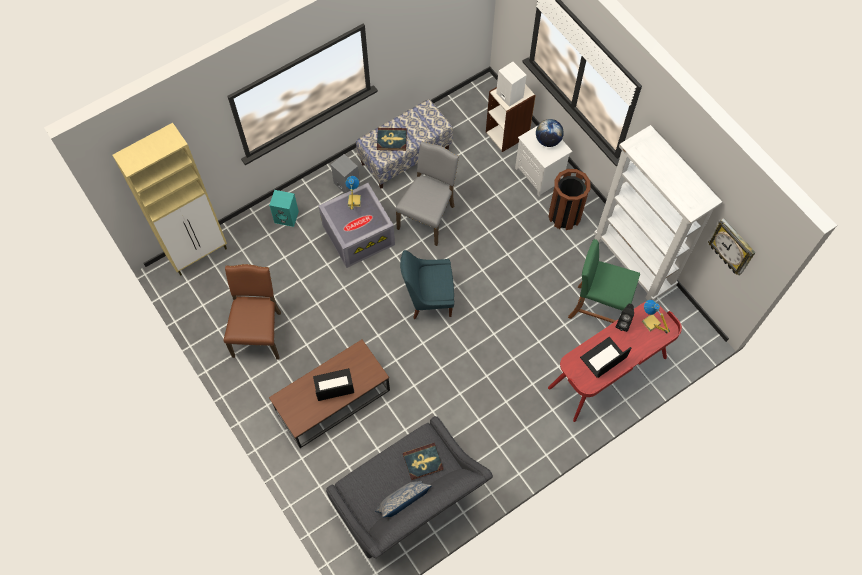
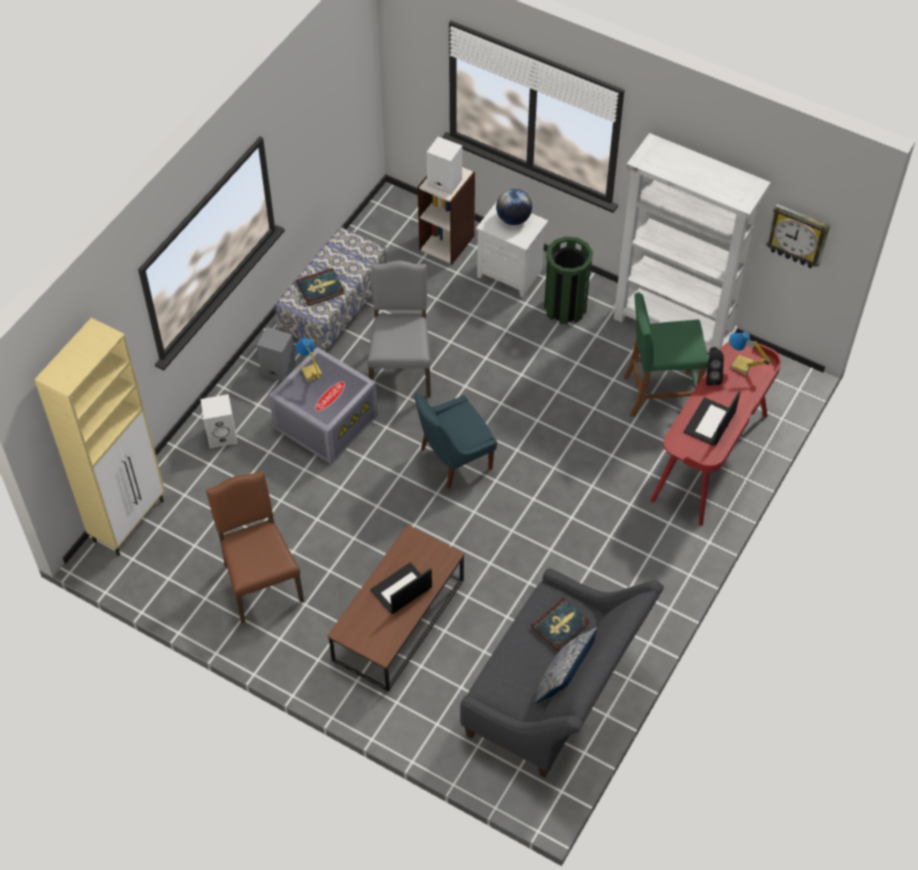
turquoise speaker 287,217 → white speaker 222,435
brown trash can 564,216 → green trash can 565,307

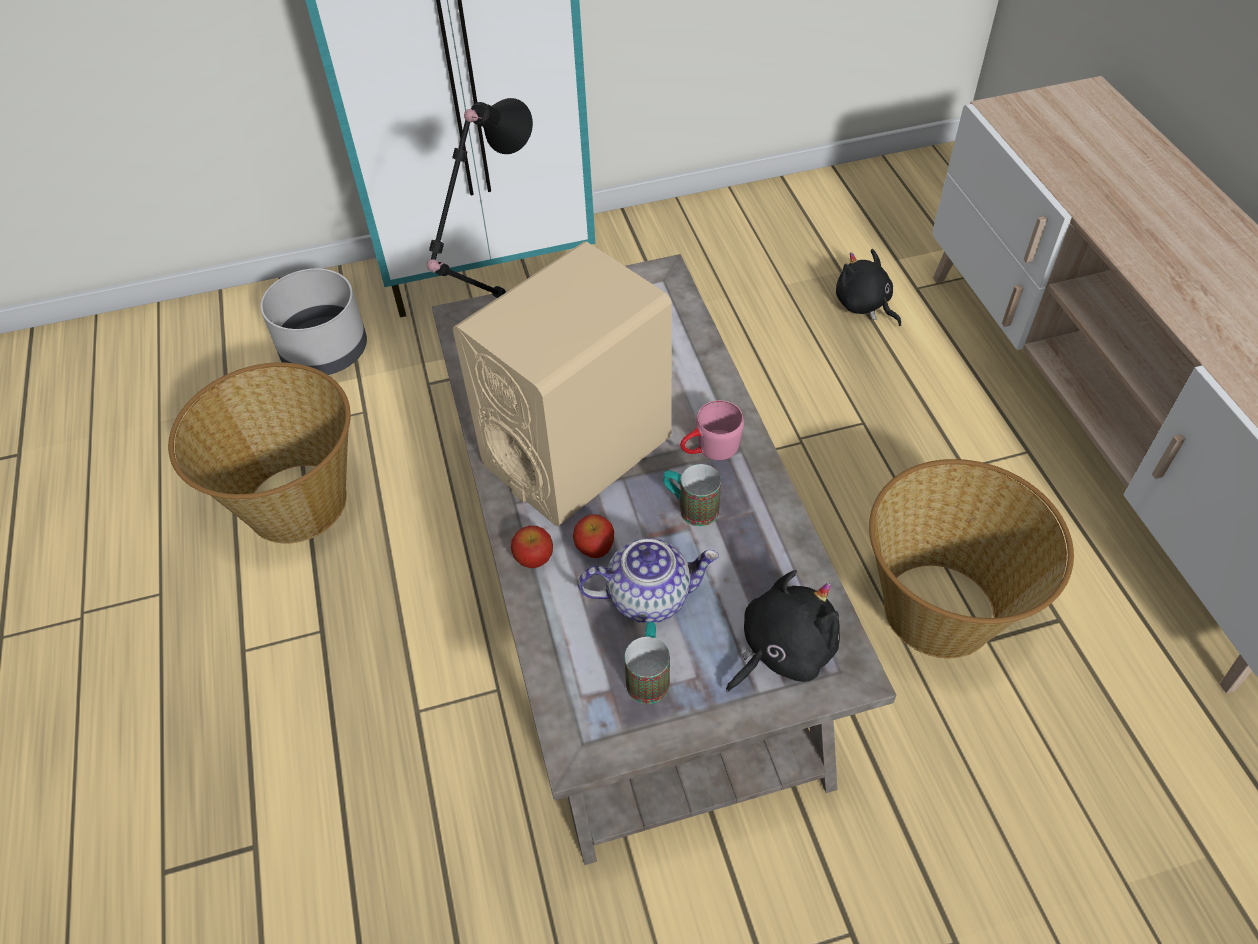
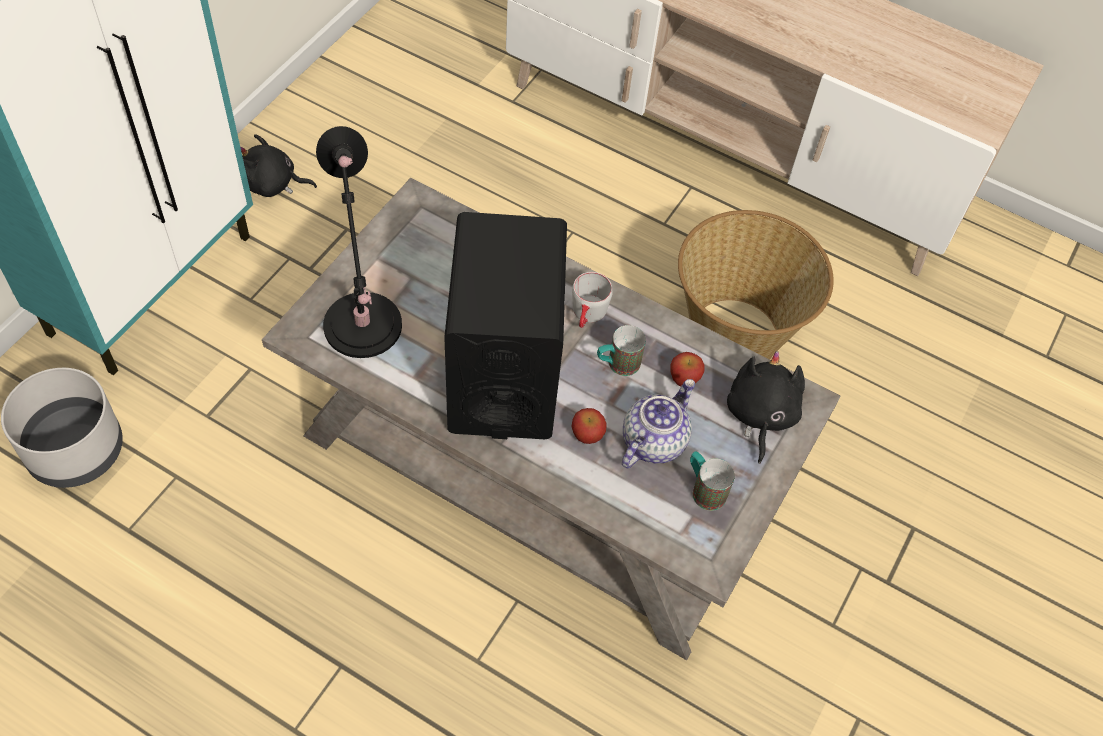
basket 295,502 → -
apple 534,559 → apple 684,378, shifted
black plush toy 864,305 → black plush toy 273,184, shifted
beige speaker 578,451 → black speaker 503,377
pink mug 709,450 → grey mug 587,316

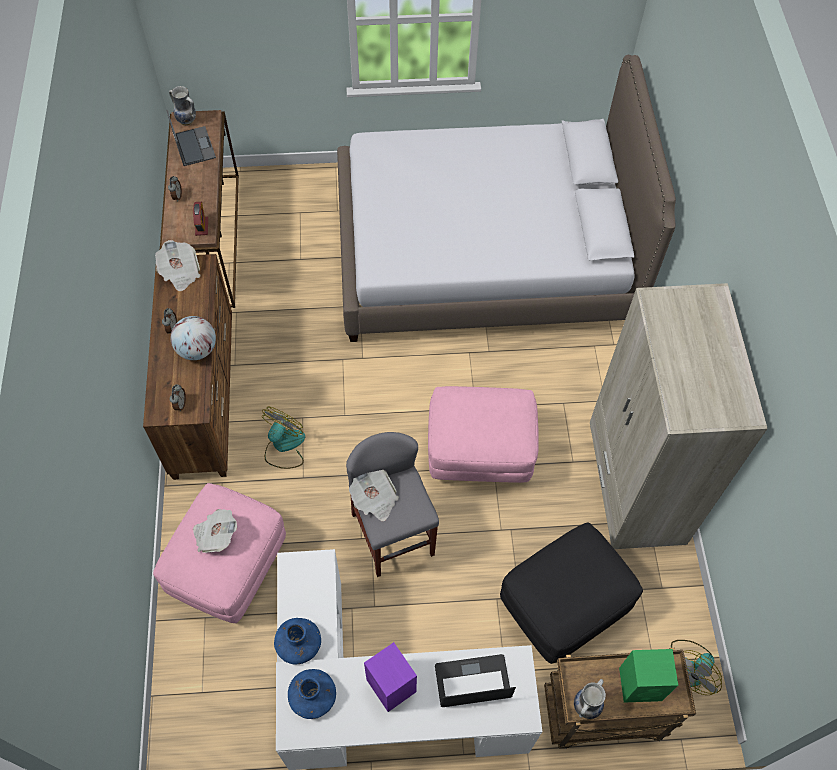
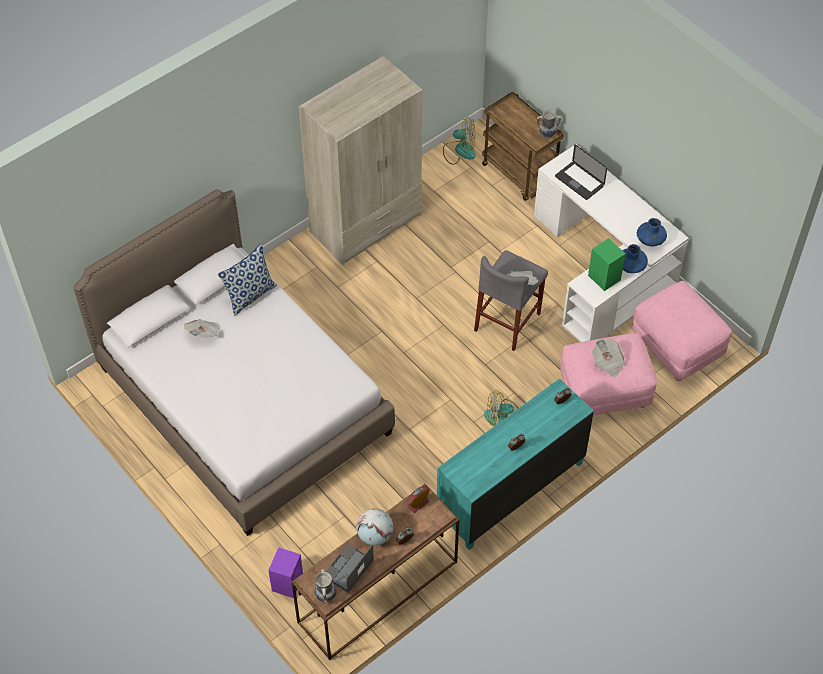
black ottoman 563,605 → -
- → pillow 250,295
newspaper 180,273 → newspaper 204,333, shifted
globe 197,350 → globe 375,535, shifted
purple speaker 392,687 → purple speaker 288,582, shifted
pink ottoman 479,451 → pink ottoman 677,347, shifted
green speaker 641,684 → green speaker 603,277, shifted
brown dresser 204,397 → turquoise dresser 510,491

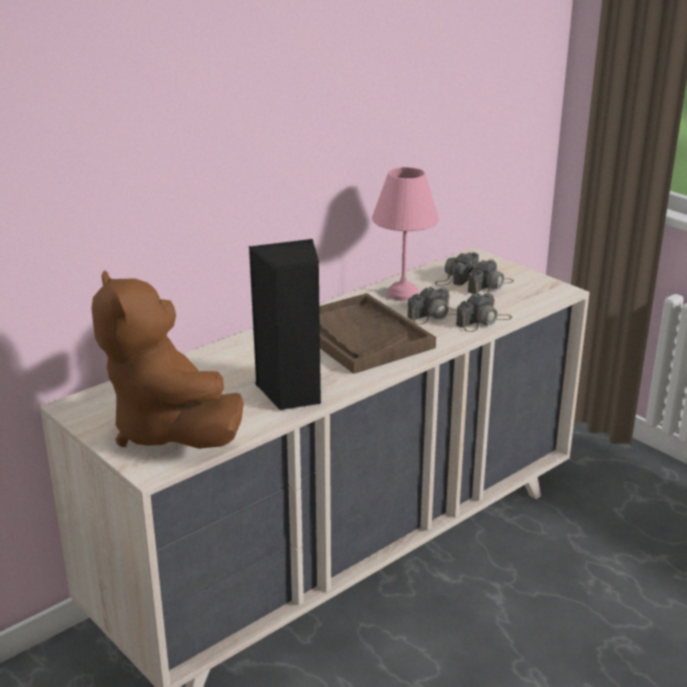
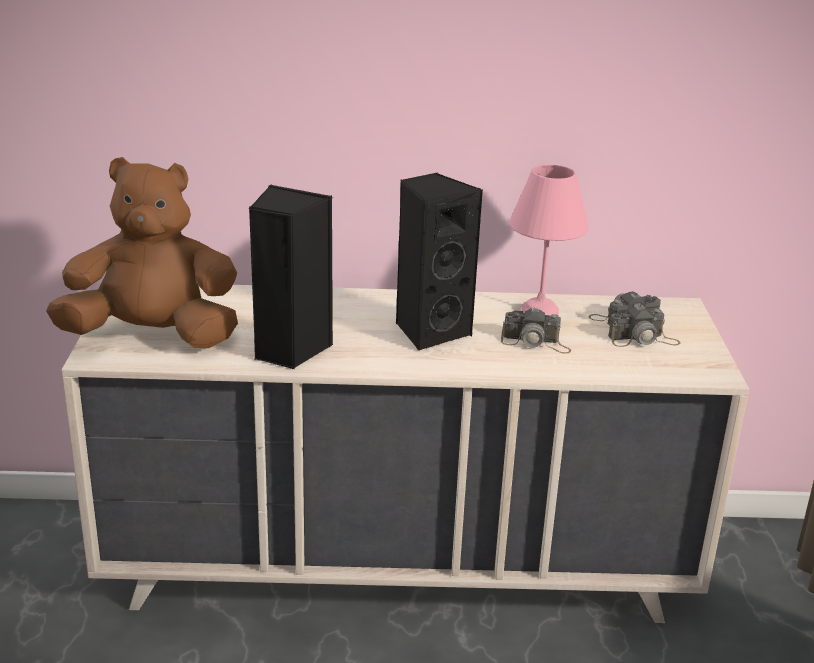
photo camera 483,321 → -
brown tray 360,336 → black speaker 430,331
brown plush toy 169,431 → brown plush toy 153,337, 75 degrees clockwise

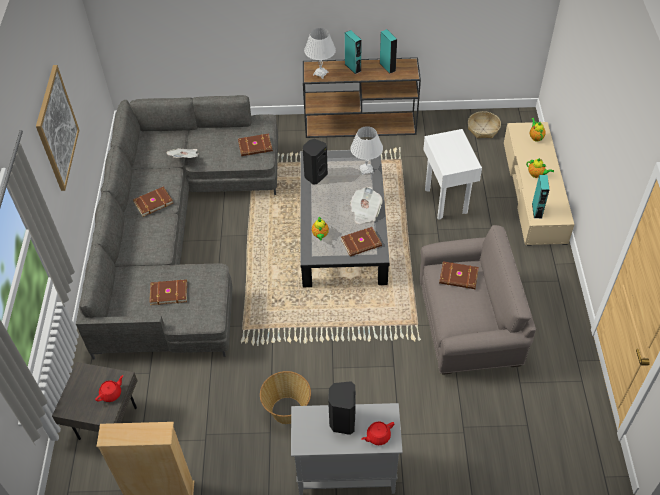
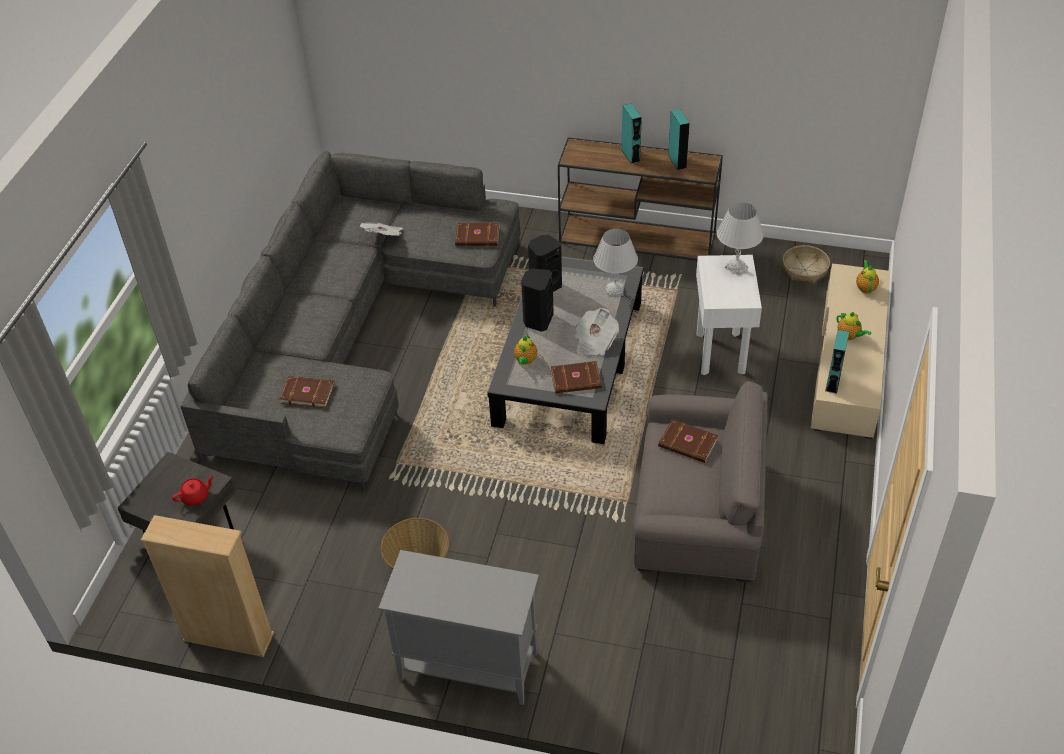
picture 57,128 → -
brown book 153,202 → -
red teapot 377,436 → -
white table lamp 321,73 → white table lamp 736,267, shifted
black speaker 342,421 → black speaker 537,320, shifted

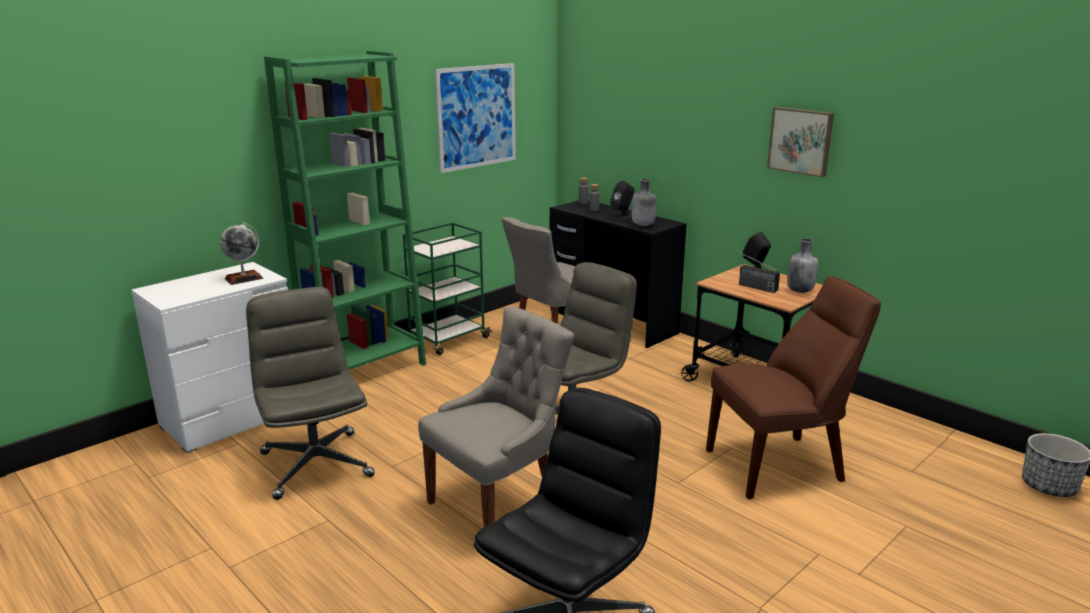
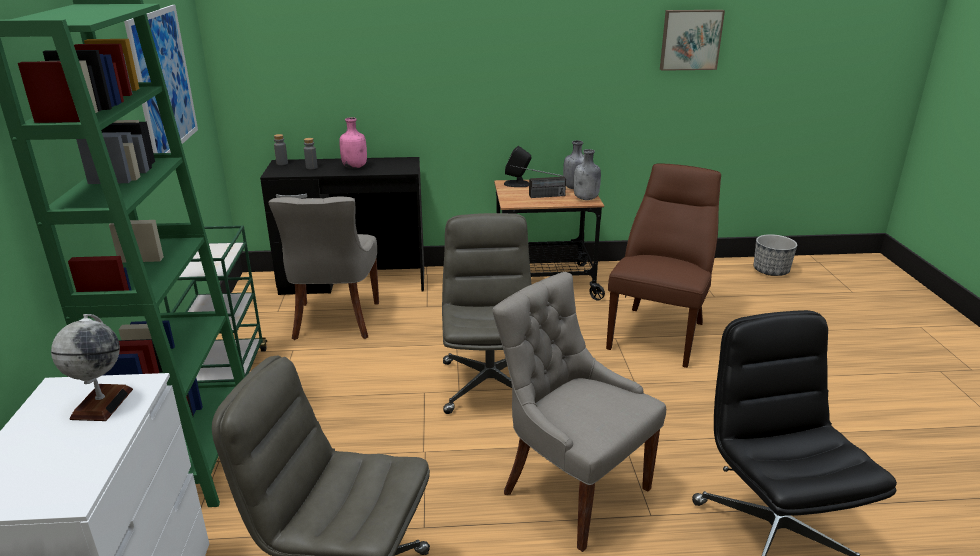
grey bottle 643,225 → grey bottle 586,198, shifted
picture 801,141 → picture 690,39, shifted
black speaker 622,217 → pink bottle 355,167
grey chair 498,506 → grey chair 572,490, 45 degrees counterclockwise

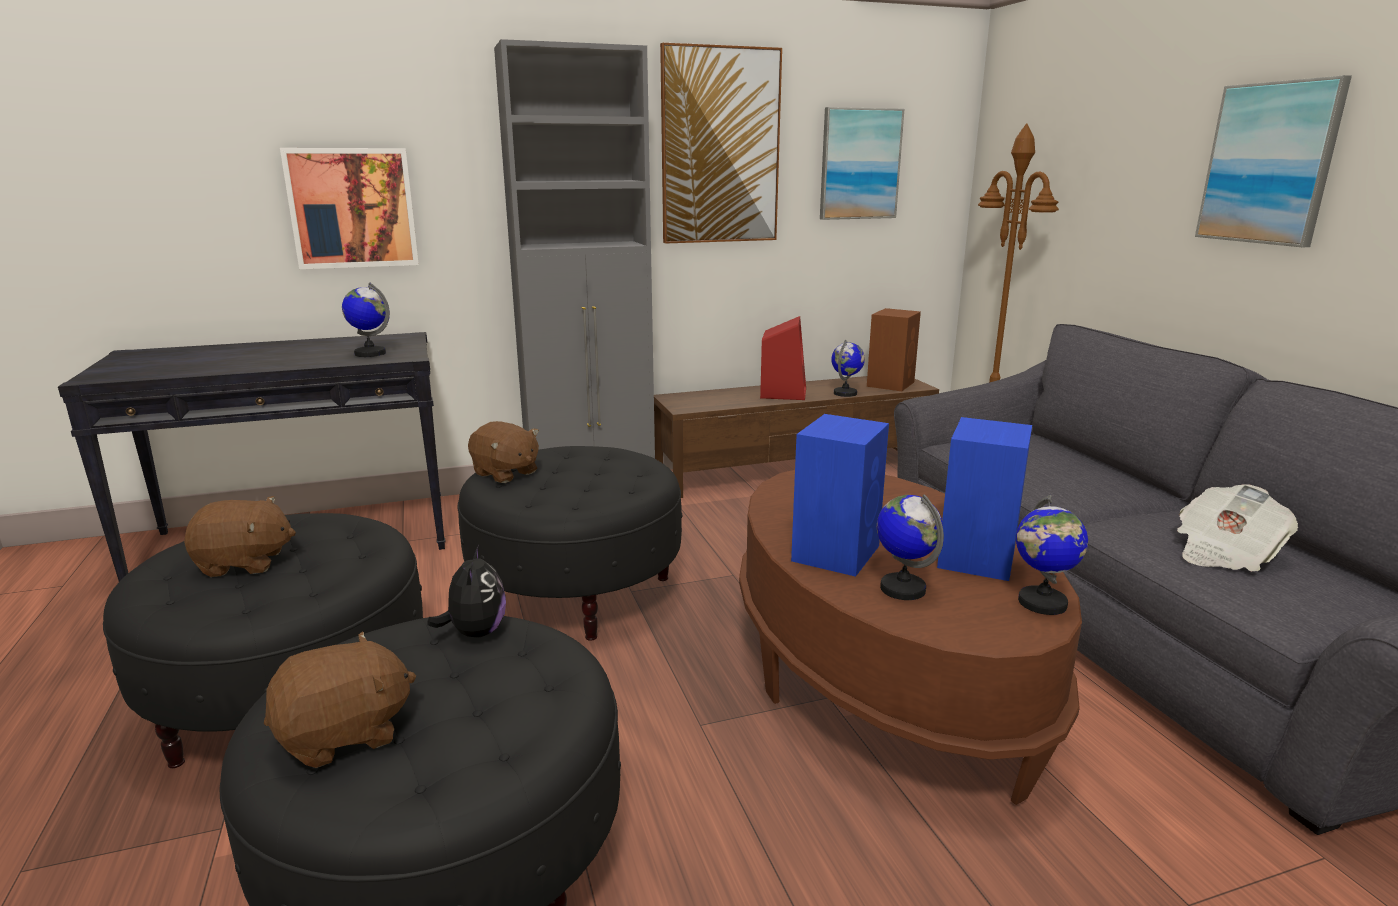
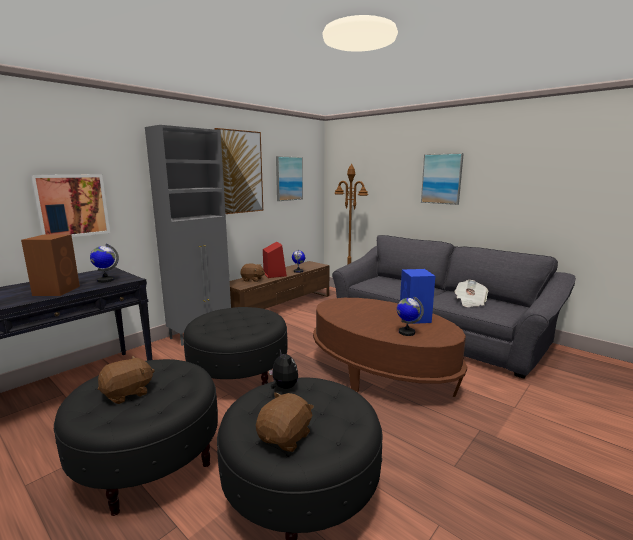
blue speaker 836,552 → -
globe 1042,603 → -
brown plush toy 505,473 → brown plush toy 252,280, shifted
brown speaker 891,384 → brown speaker 57,290, shifted

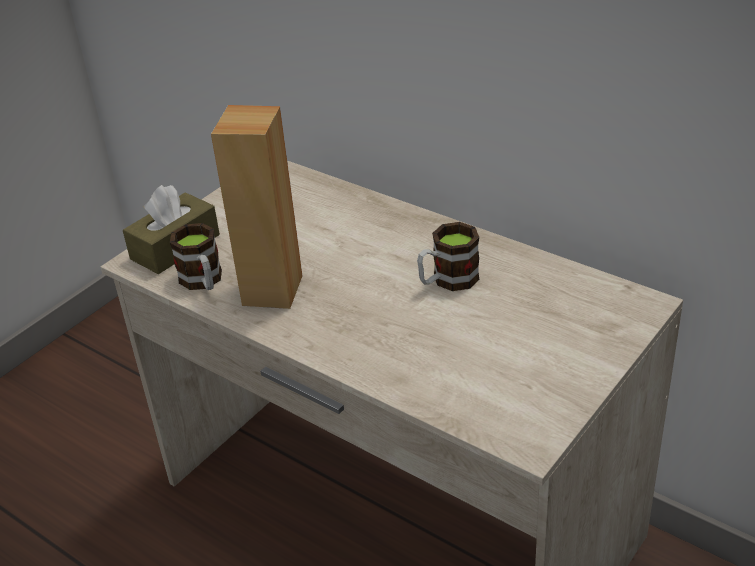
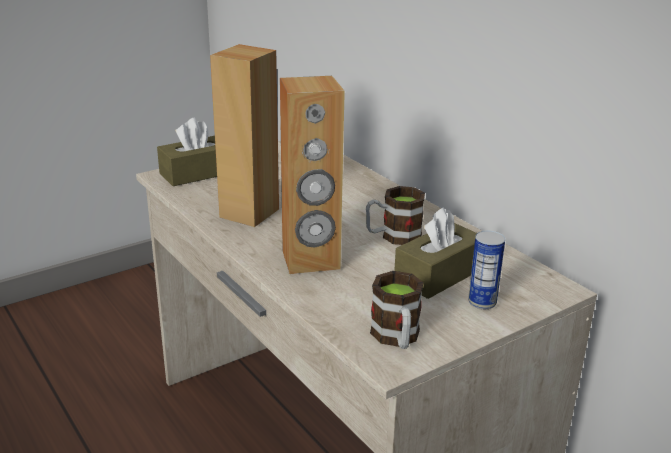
- → brown speaker 311,260
- → brown tissue box 438,275
- → can 482,302
mug 203,282 → mug 397,338, shifted

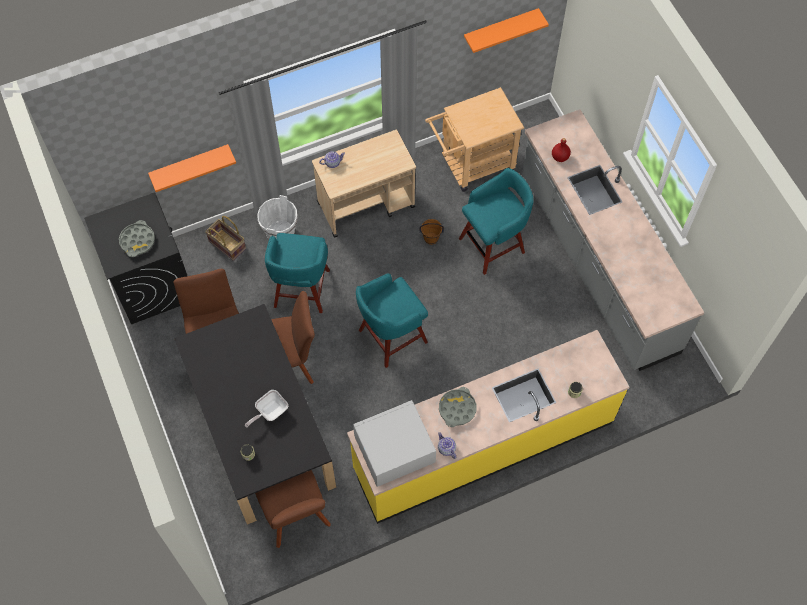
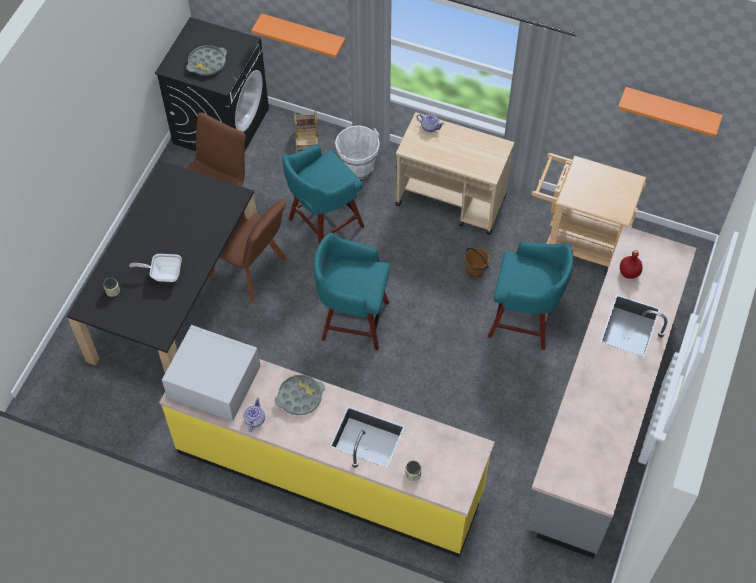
brown chair 296,517 → -

